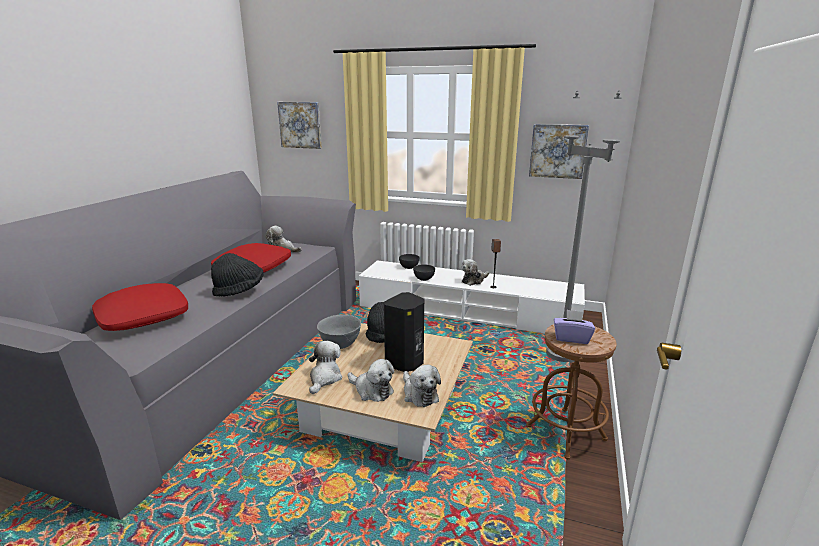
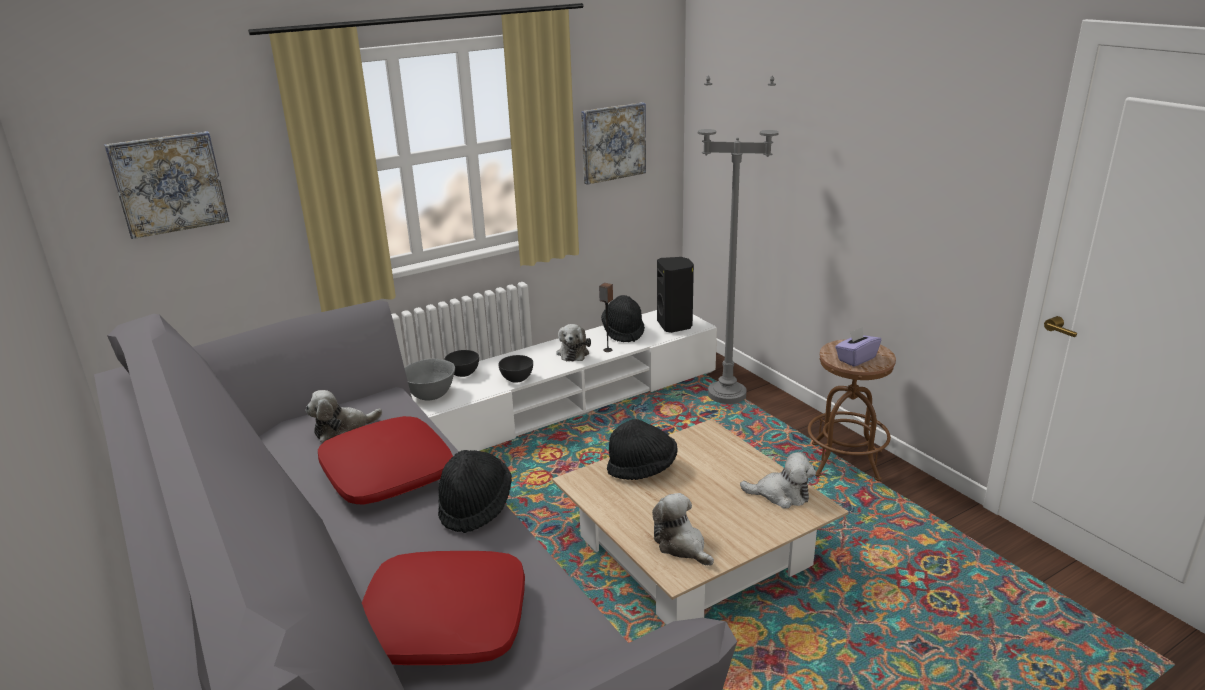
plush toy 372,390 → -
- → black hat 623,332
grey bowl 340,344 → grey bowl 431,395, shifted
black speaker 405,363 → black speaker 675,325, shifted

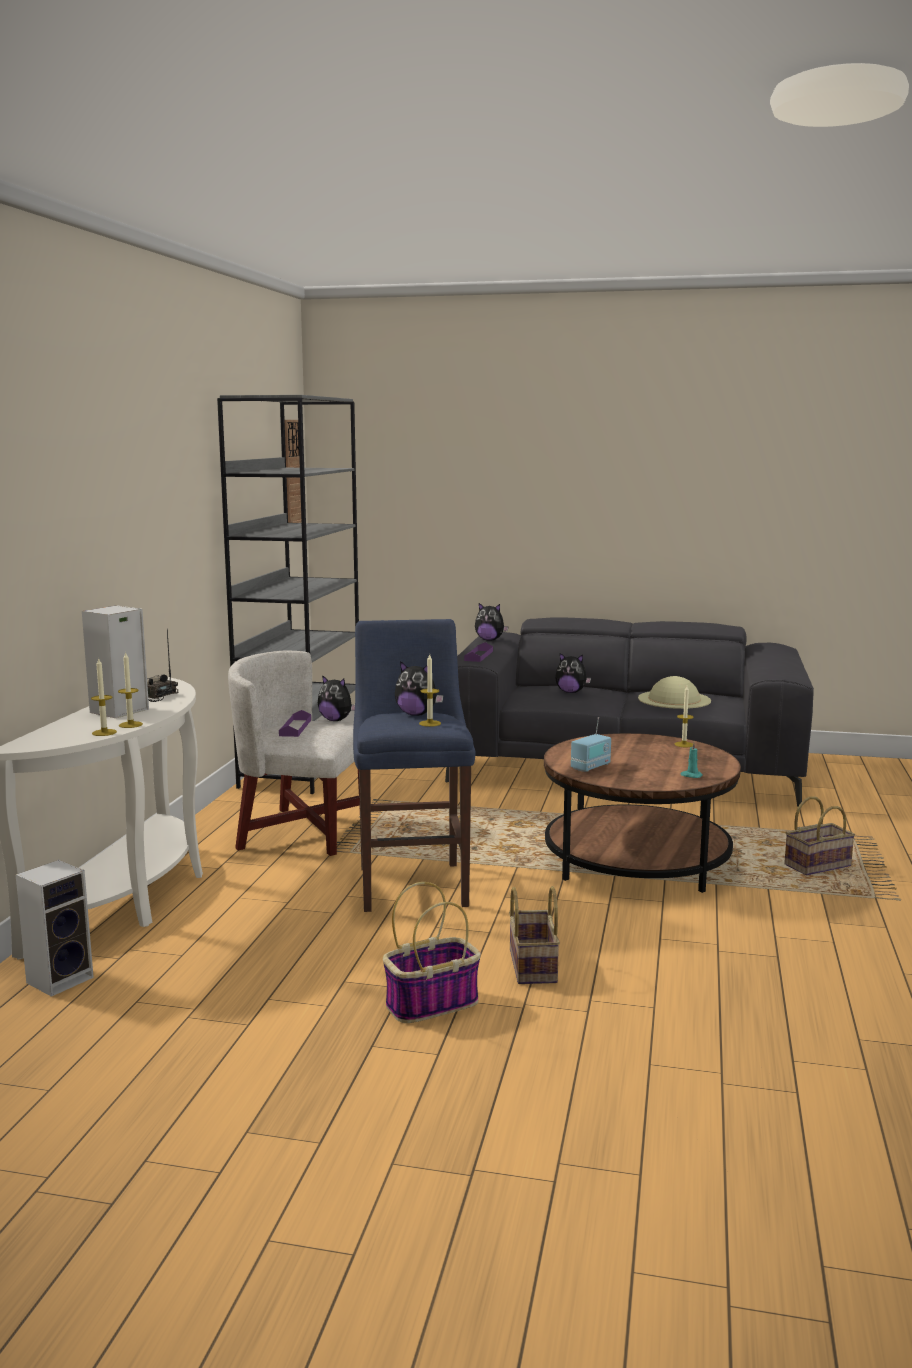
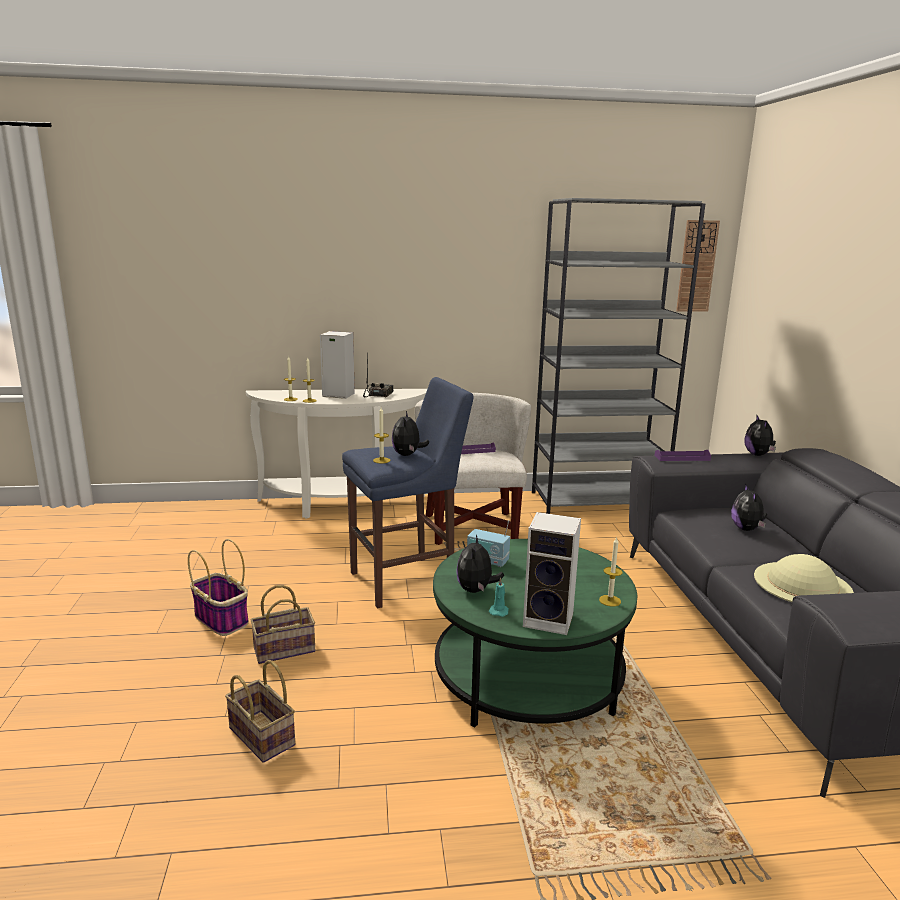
speaker 61,979 → speaker 550,620, shifted
plush toy 336,720 → plush toy 476,590, shifted
basket 817,865 → basket 264,737, shifted
brown coffee table 636,859 → green coffee table 528,676

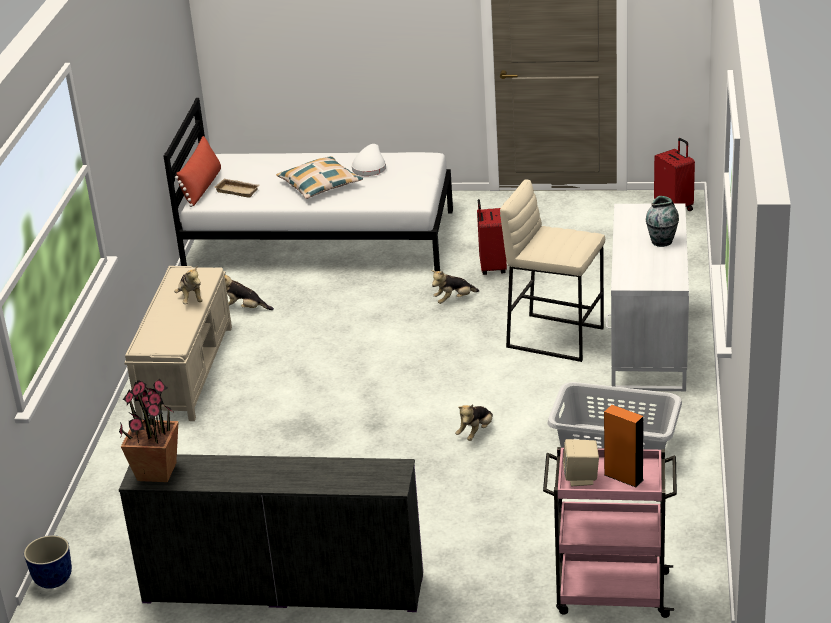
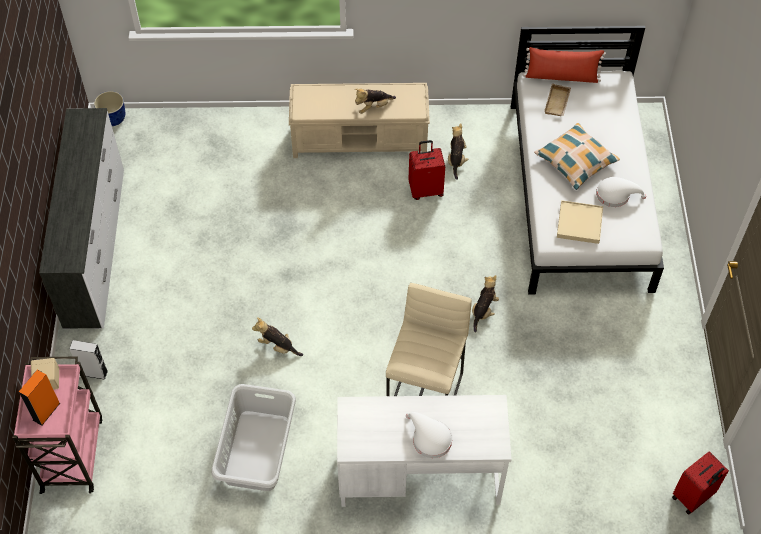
potted plant 156,471 → -
- → grey speaker 94,373
- → beige tray 579,224
red suitcase 491,267 → red suitcase 426,190, shifted
vase 662,241 → white hat 429,438
purple dresser 282,587 → white dresser 95,246
plush toy 454,300 → plush toy 483,310, 60 degrees clockwise

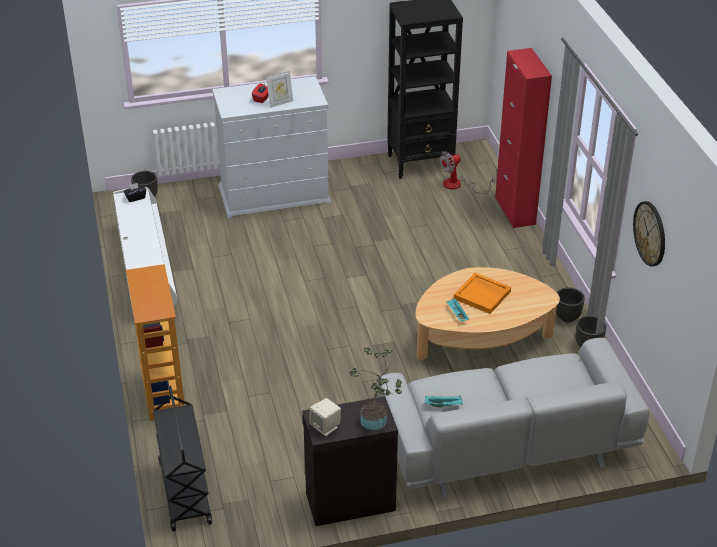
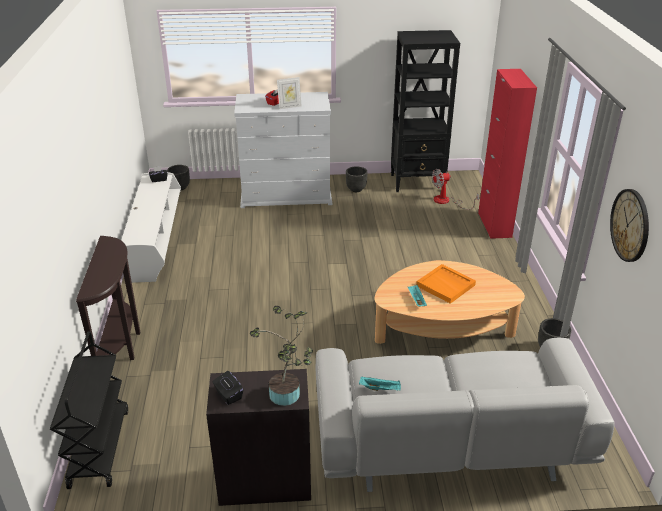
black planter 567,317 → black planter 356,189, shifted
bookcase 162,393 → brown console table 122,345
beige speaker 325,427 → black tissue box 228,395

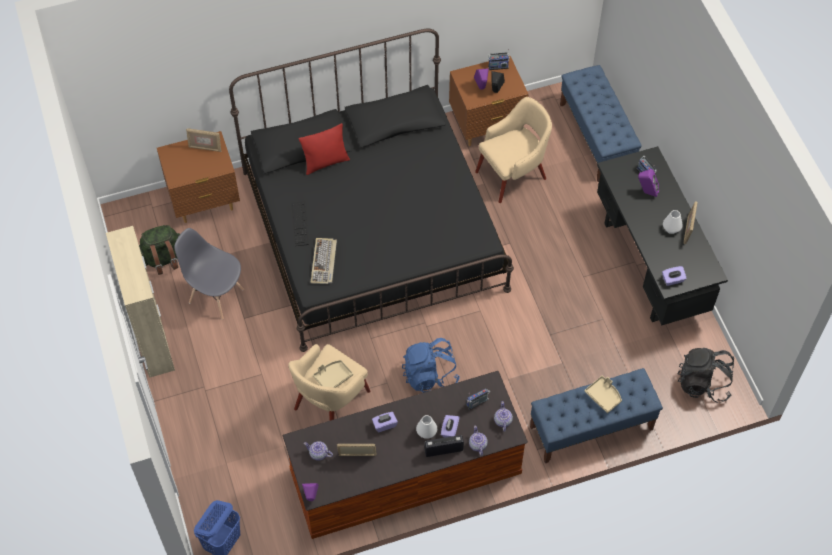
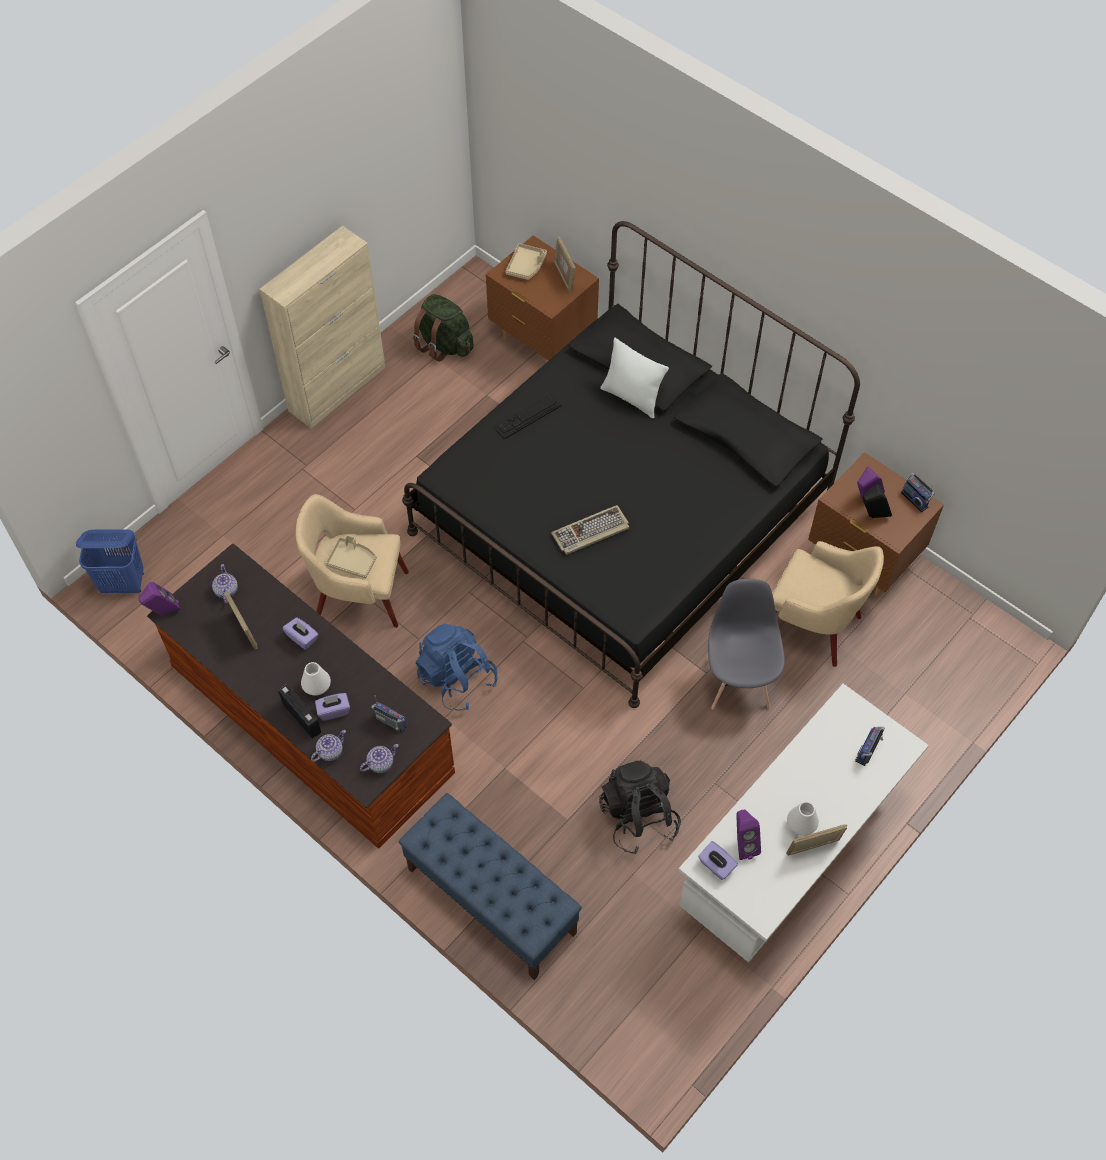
blue bench 596,138 → -
grey chair 216,295 → grey chair 738,682, shifted
keyboard 324,262 → keyboard 590,532, shifted
beige tray 603,396 → beige tray 526,266, shifted
purple speaker 646,192 → purple speaker 743,844, shifted
black backpack 703,383 → black backpack 638,817, shifted
red pillow 325,162 → white pillow 632,397
black desk 650,266 → white desk 789,858

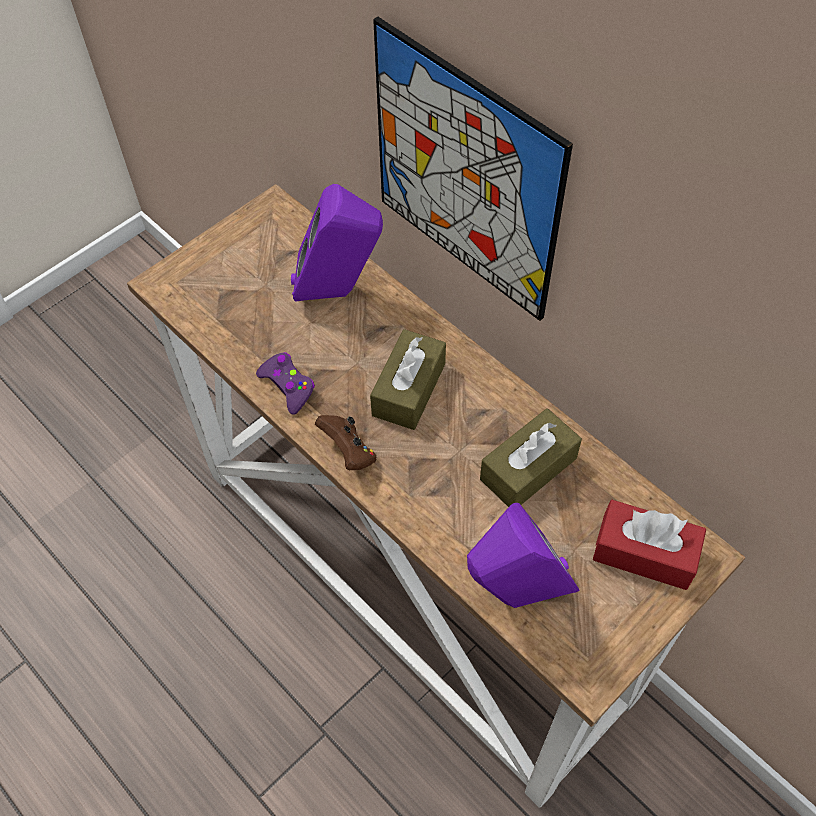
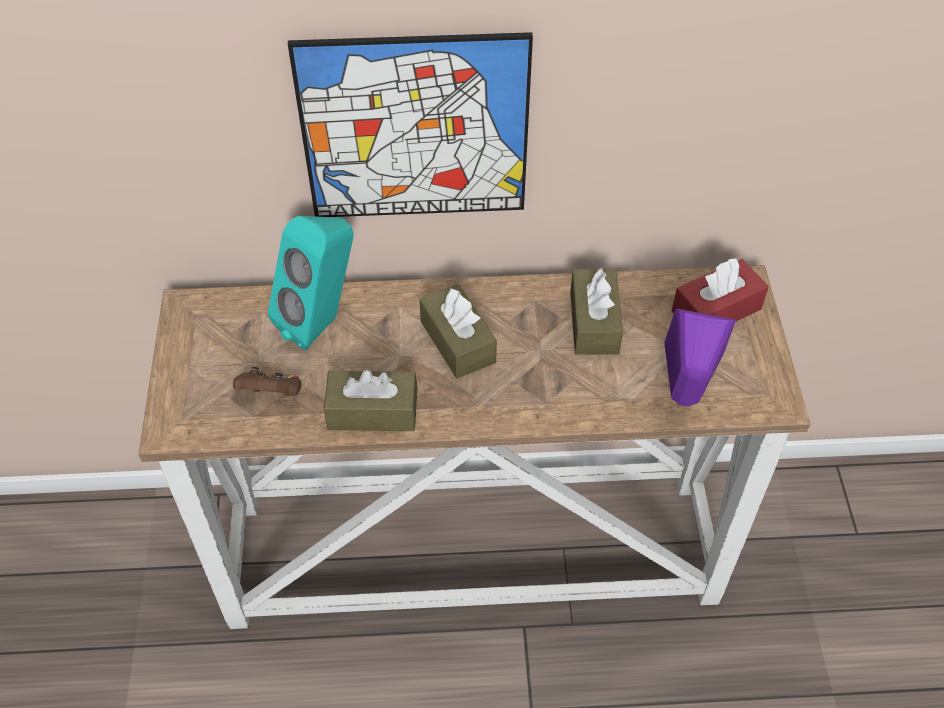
brown game controller 349,452 → brown game controller 272,394, shifted
purple game controller 288,386 → brown tissue box 372,412
purple speaker 339,292 → turquoise speaker 322,322

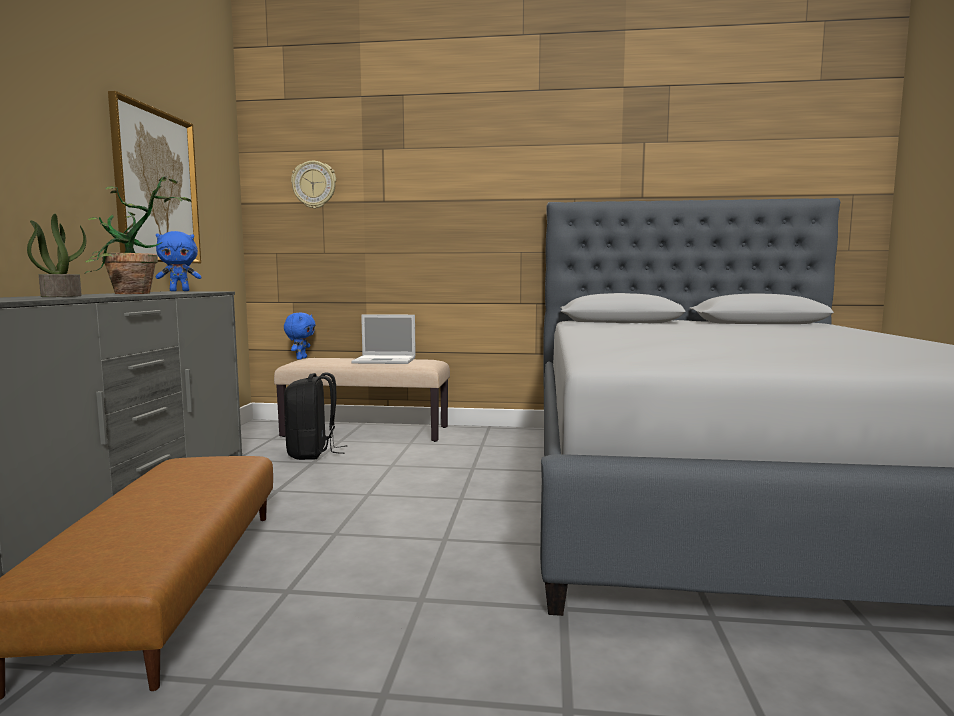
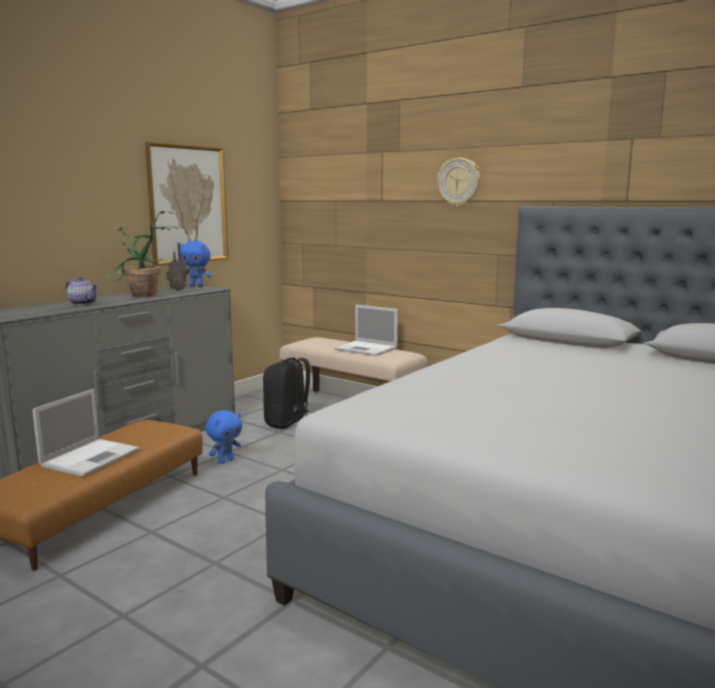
- → laptop 91,457
- → radio 177,290
blue plush toy 301,358 → blue plush toy 225,461, shifted
wall clock 314,185 → wall clock 459,182, shifted
potted plant 61,296 → teapot 84,303

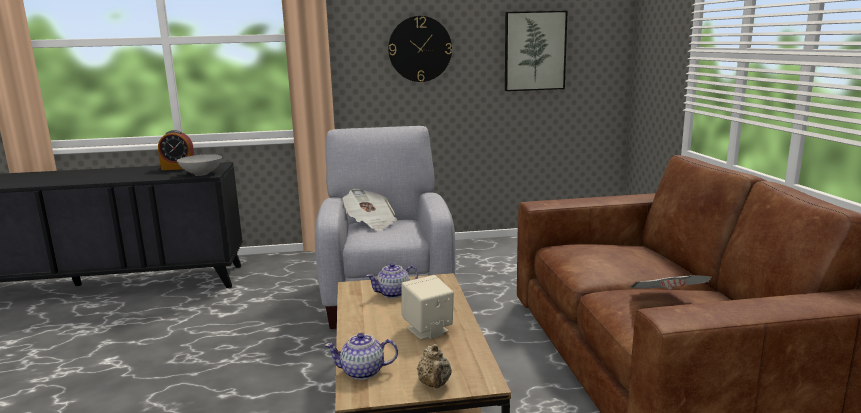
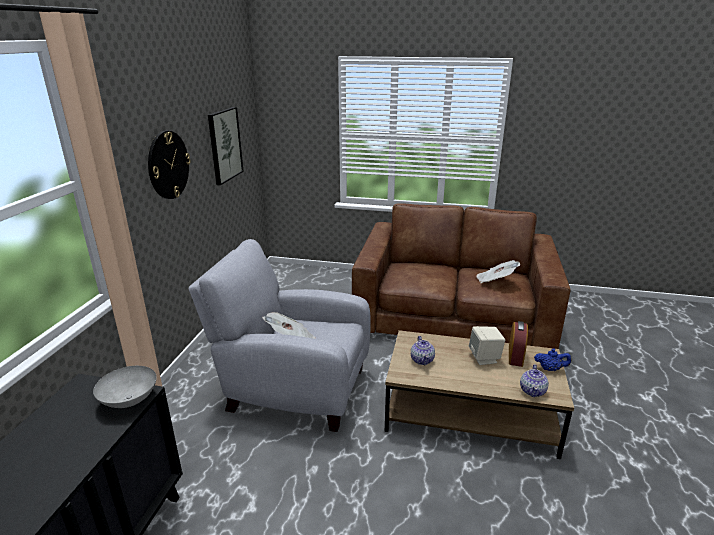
alarm clock 178,168 → alarm clock 515,356, shifted
beige teapot 434,385 → blue teapot 550,369

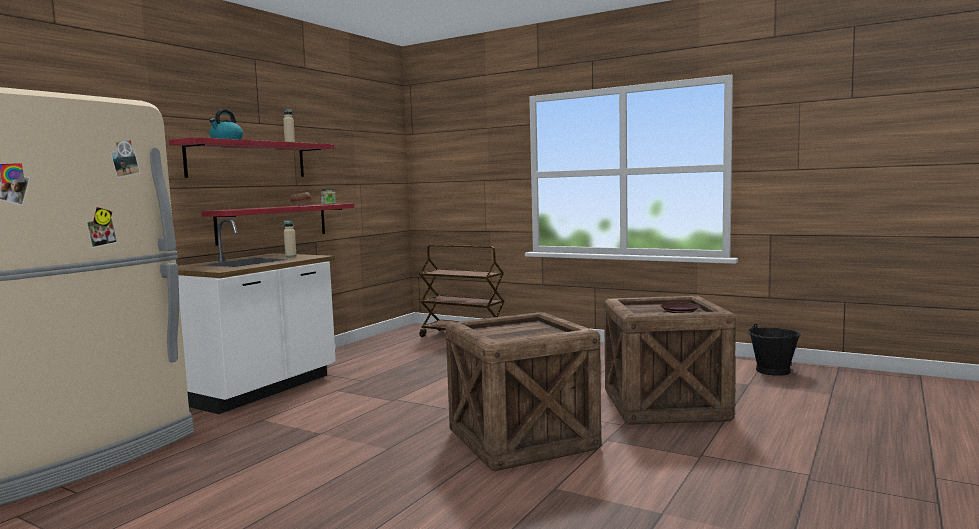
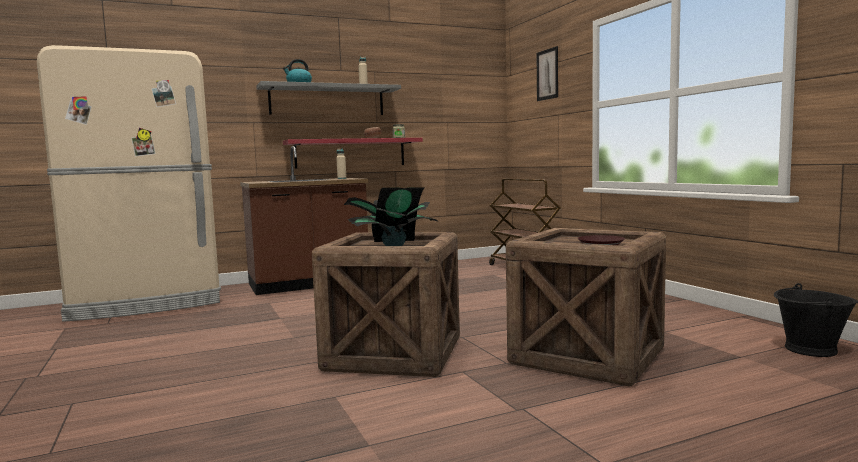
- → potted plant 392,245
- → picture 547,74
red shelf 248,160 → grey shelf 327,100
white counter 259,389 → brown counter 308,284

